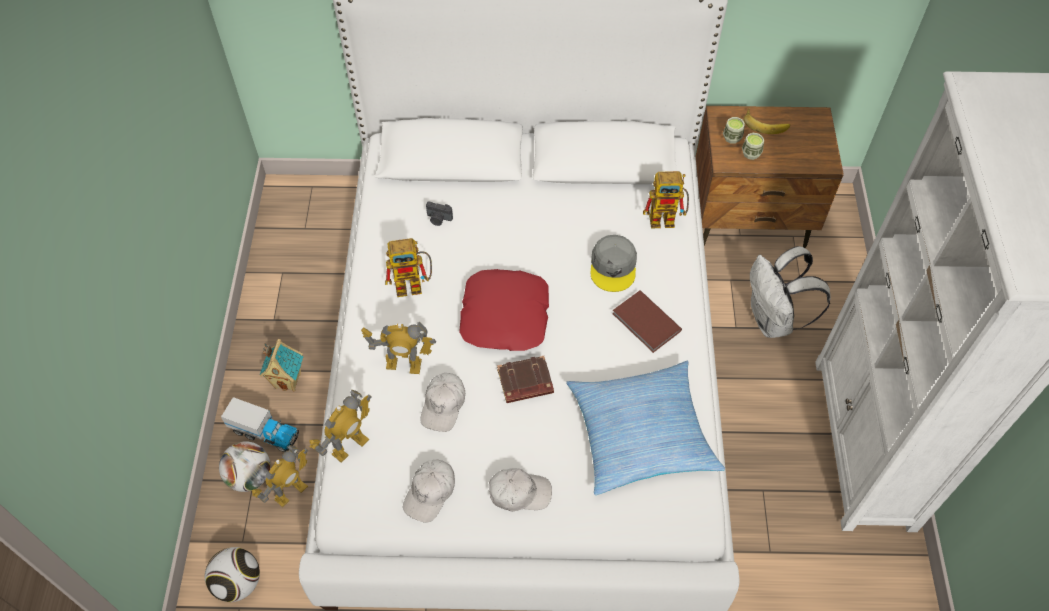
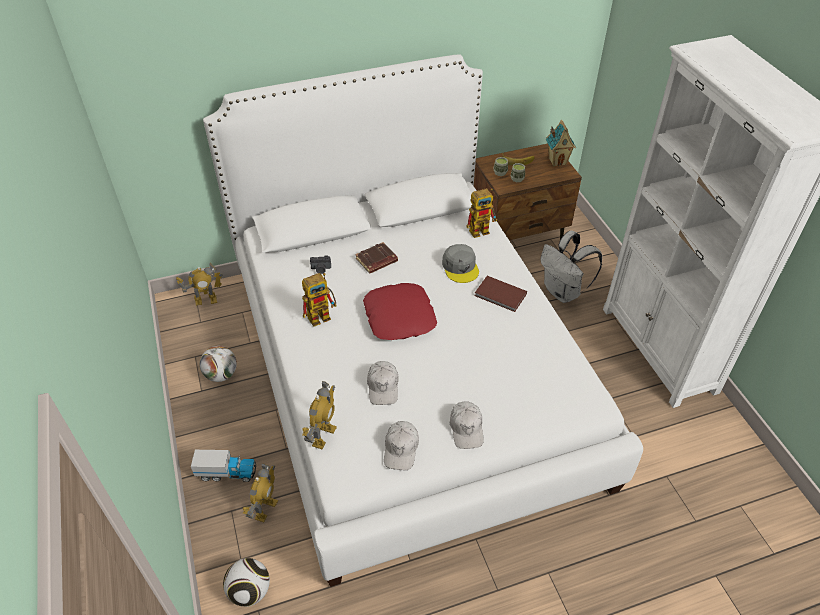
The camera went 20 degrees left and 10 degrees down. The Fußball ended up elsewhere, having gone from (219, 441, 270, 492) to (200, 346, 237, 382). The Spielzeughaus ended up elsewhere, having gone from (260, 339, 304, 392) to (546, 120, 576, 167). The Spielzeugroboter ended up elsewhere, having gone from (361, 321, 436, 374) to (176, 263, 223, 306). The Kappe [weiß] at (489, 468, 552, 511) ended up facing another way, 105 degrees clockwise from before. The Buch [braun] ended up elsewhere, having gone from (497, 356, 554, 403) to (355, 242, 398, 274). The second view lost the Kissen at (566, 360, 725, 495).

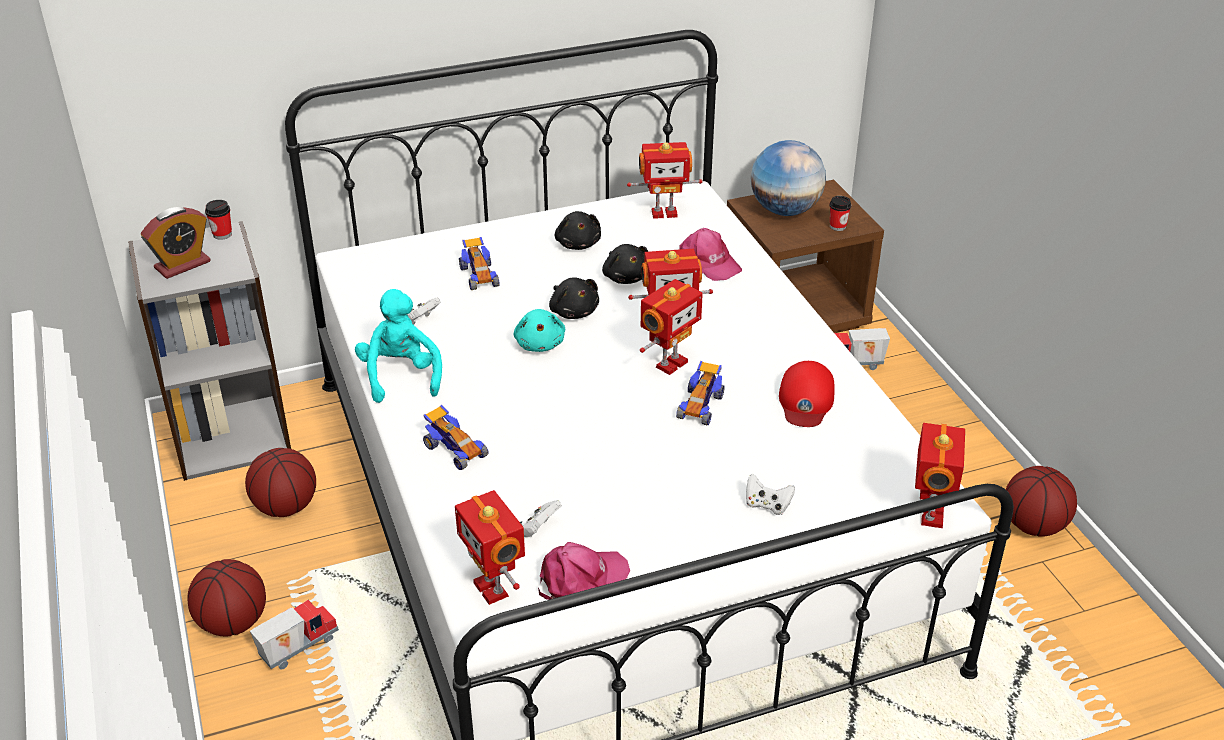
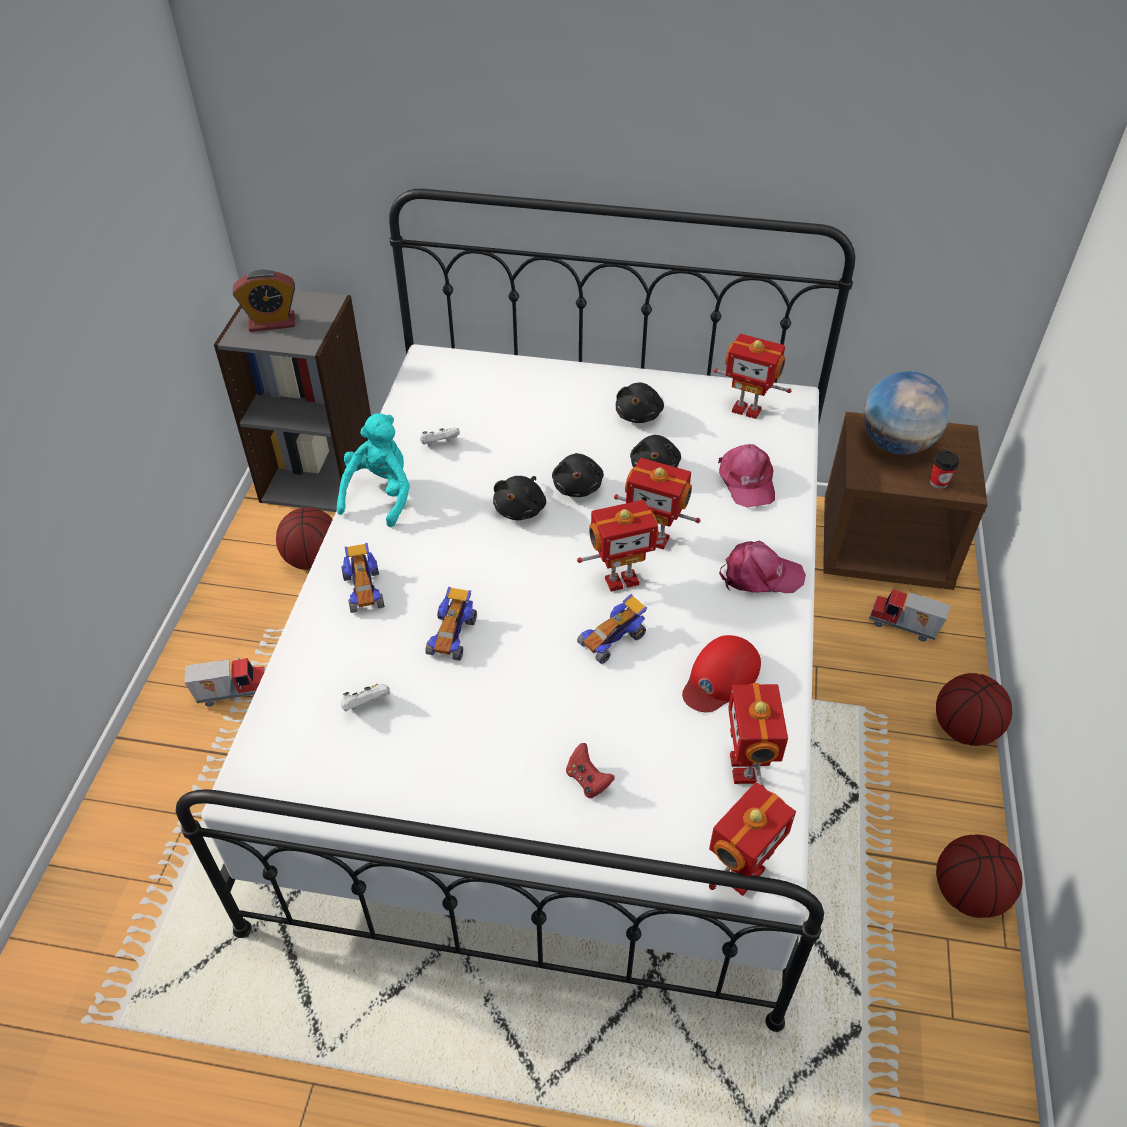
The camera went 30 degrees right and 10 degrees up. The Basketball ended up elsewhere, having gone from (187, 559, 266, 636) to (936, 673, 1012, 746). The second view lost the Tasse at (205, 200, 232, 240). The Spielzeugroboter ended up elsewhere, having gone from (455, 490, 525, 605) to (728, 683, 788, 787). The Spielzeugauto ended up elsewhere, having gone from (459, 237, 500, 290) to (425, 587, 477, 661). What was the Plüschtier [türkis] at (514, 309, 565, 352) turned into the Plüschtier [schwarz] at (493, 476, 546, 520). The Kappe [rosa] ended up elsewhere, having gone from (538, 542, 630, 600) to (719, 541, 806, 593). What was the Gamepad [weiß] at (746, 474, 795, 515) turned into the Gamepad [rot] at (566, 743, 615, 798).

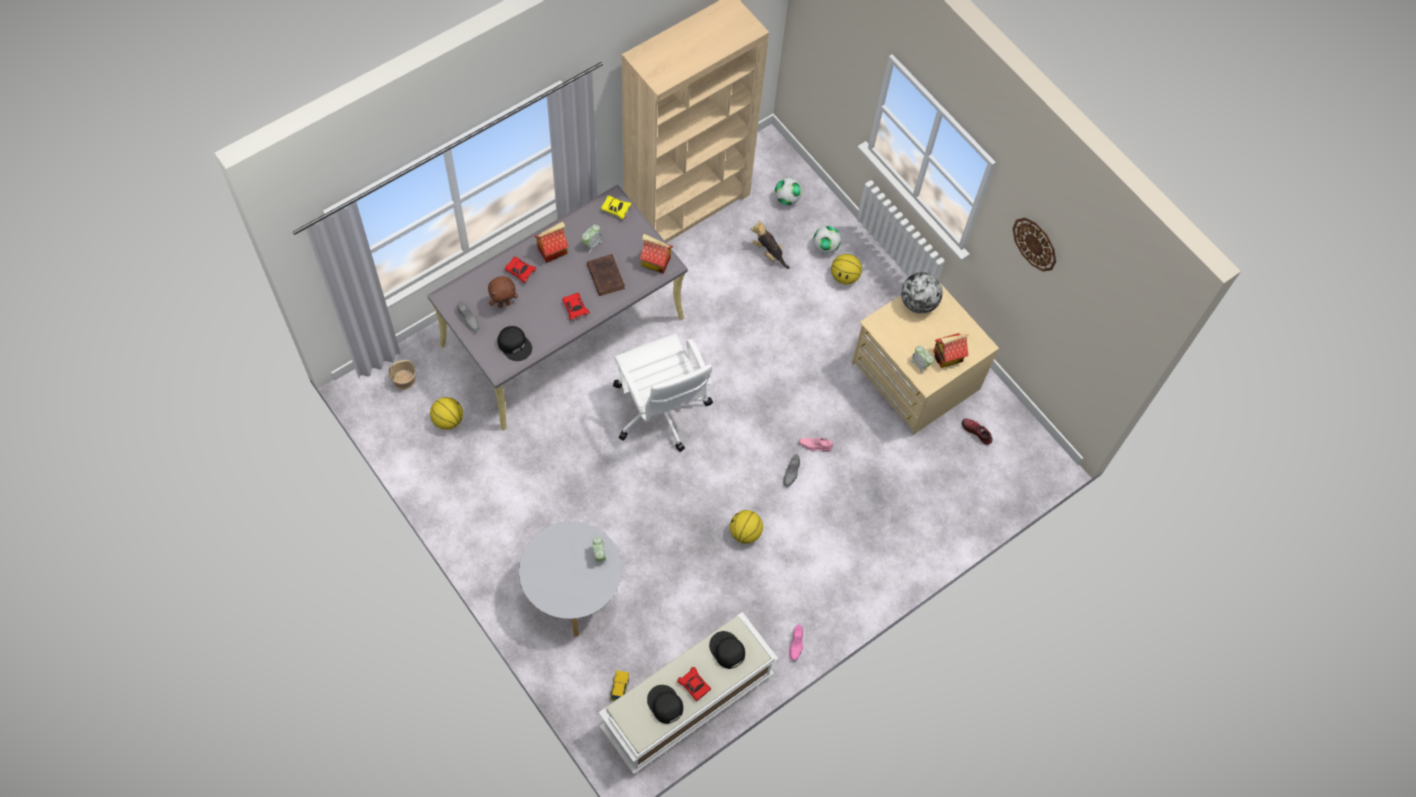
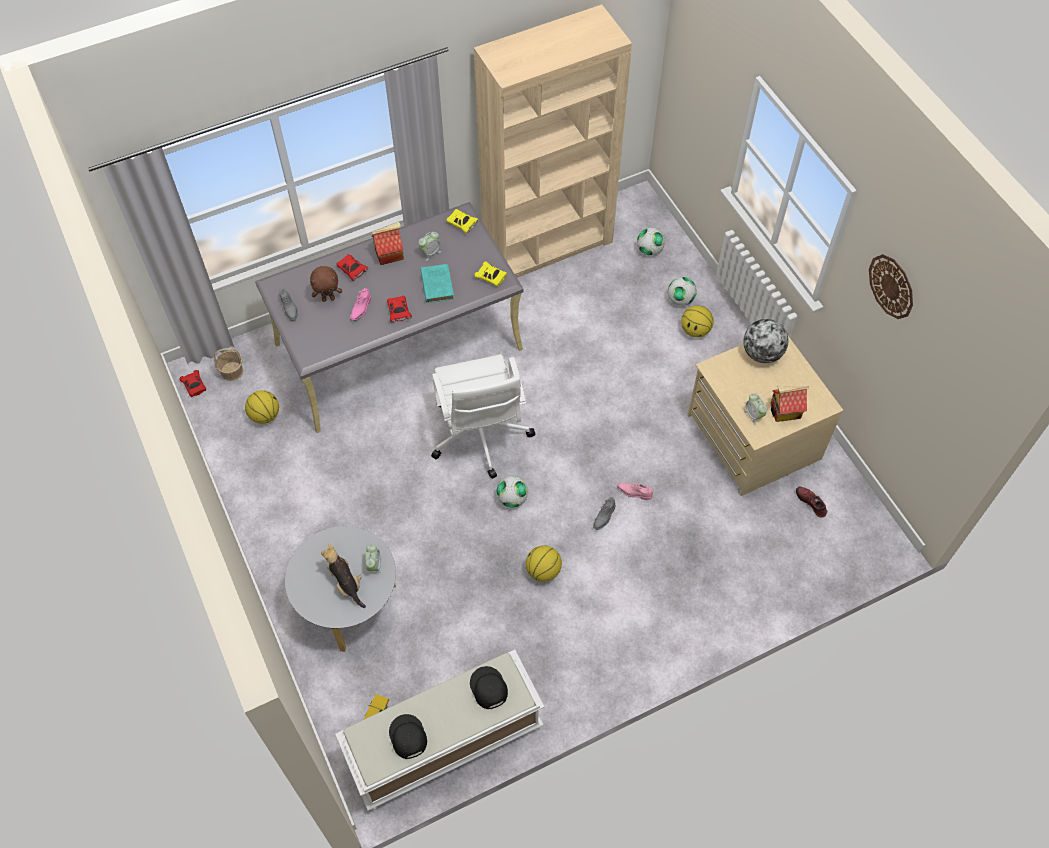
The camera went 15 degrees right and 5 degrees down. The second view lost the Kappe [schwarz] at (497, 326, 532, 361). What was the Buch [braun] at (587, 254, 625, 296) turned into the Buch [türkis] at (420, 264, 454, 303). Where the Spielzeughaus stood at (640, 234, 673, 274), the Spielzeugauto [gelb] came to stand at (474, 261, 507, 287). The Spielzeugauto [rot] ended up elsewhere, having gone from (677, 667, 711, 701) to (180, 370, 206, 397). The Plüschtier ended up elsewhere, having gone from (751, 220, 790, 269) to (321, 544, 366, 608). The Schuh [rosa] ended up elsewhere, having gone from (789, 625, 803, 662) to (350, 288, 371, 321). The second view gained the Fußball at (496, 476, 528, 508).

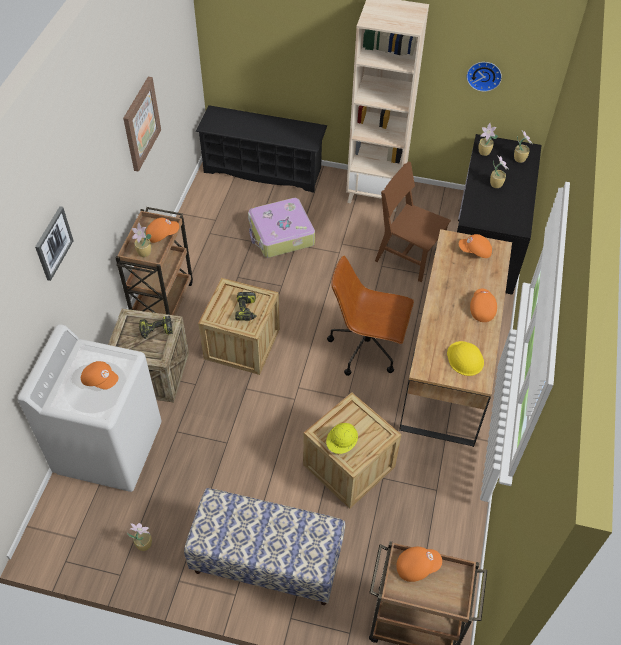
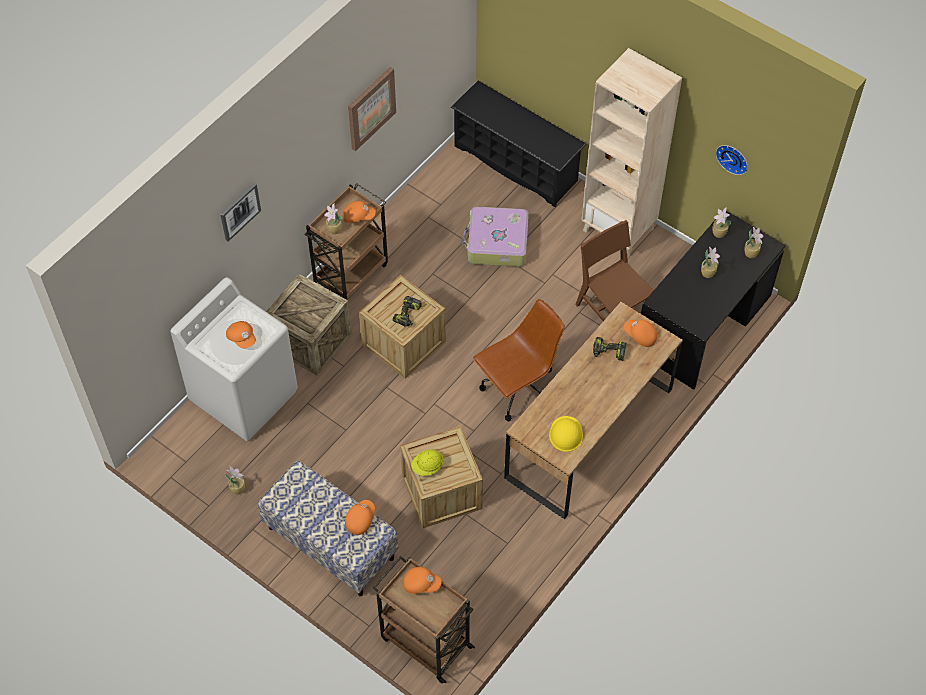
The camera went 25 degrees right and 5 degrees up. The Bohrmaschine ended up elsewhere, having gone from (139, 316, 173, 339) to (593, 337, 626, 361). The Bürostuhl [braun] at (327, 255, 414, 376) ended up facing another way, 105 degrees clockwise from before. The Kappe [orange] ended up elsewhere, having gone from (470, 289, 497, 322) to (345, 500, 375, 535).

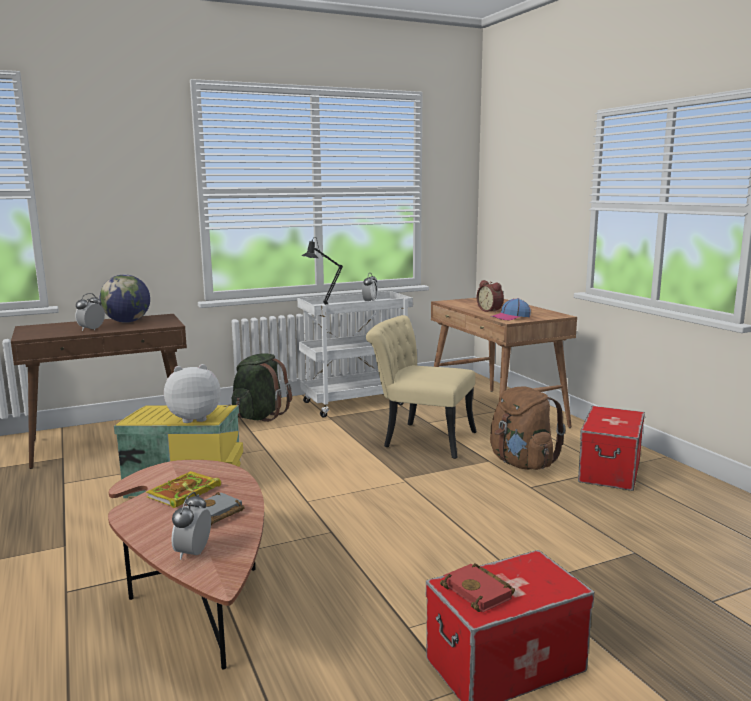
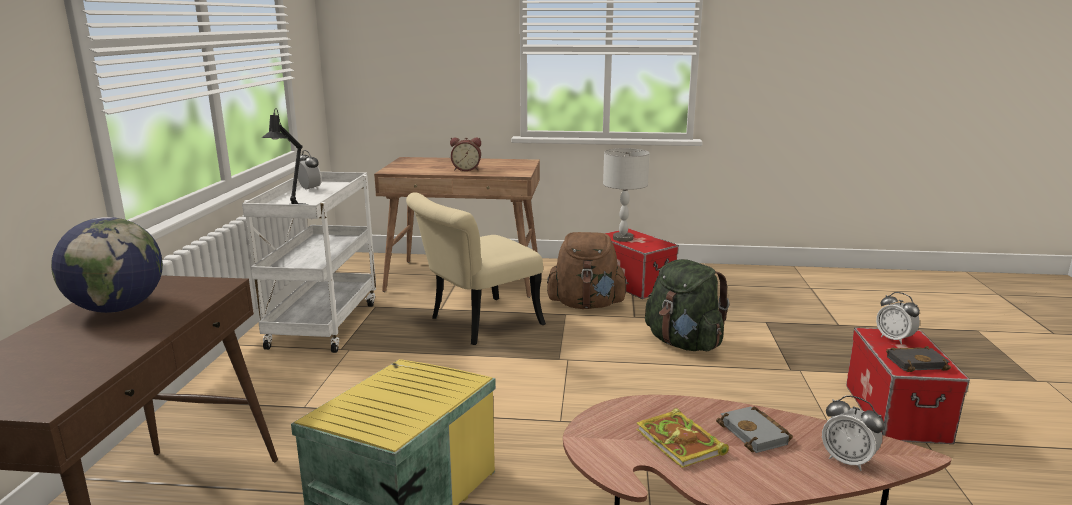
The camera went 60 degrees left and 5 degrees up. The Wecker ended up elsewhere, having gone from (75, 293, 105, 331) to (876, 292, 920, 345). The second view lost the Plüschtier at (164, 364, 221, 423). The Rucksack [grün] ended up elsewhere, having gone from (232, 353, 292, 422) to (645, 259, 730, 351). What was the Buch [rot] at (440, 563, 515, 612) turned into the Buch [schwarz] at (886, 346, 951, 372). The second view lost the Kappe at (491, 298, 531, 321). The second view gained the Tischlampe [grau] at (603, 148, 650, 242).

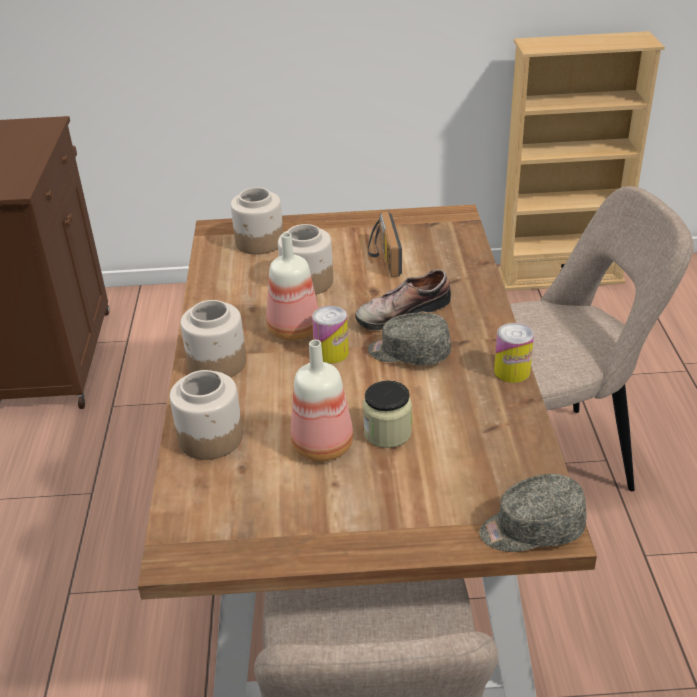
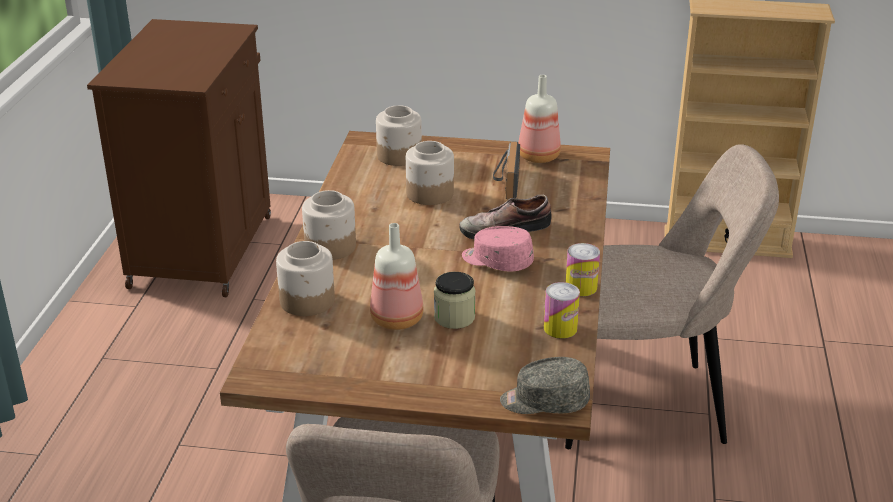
The camera went 10 degrees right and 5 degrees down. The Flasche ended up elsewhere, having gone from (266, 233, 318, 341) to (518, 75, 561, 163). The Dose ended up elsewhere, having gone from (312, 306, 349, 363) to (544, 282, 580, 339). What was the Kappe [grau] at (368, 313, 451, 365) turned into the Kappe [rosa] at (462, 226, 534, 272).

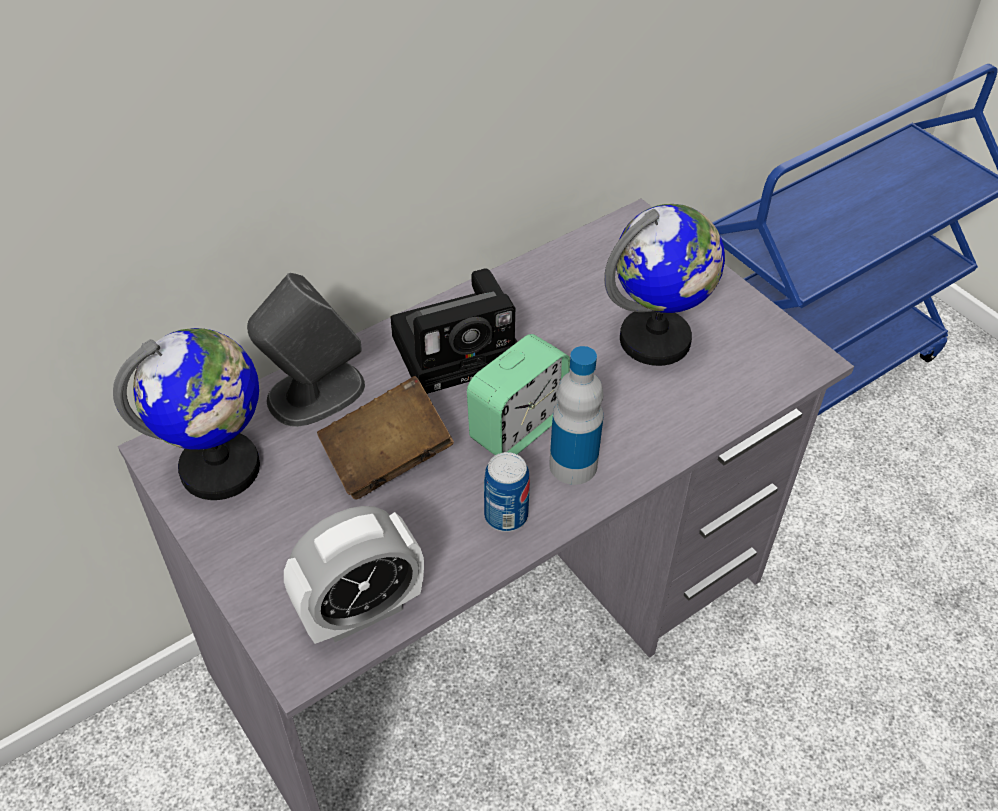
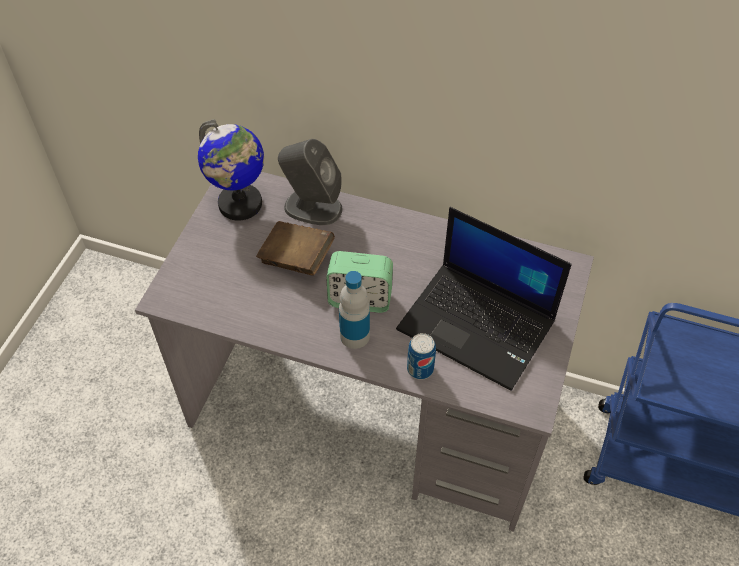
The camera went 55 degrees right and 5 degrees up. The second view lost the Wecker at (284, 506, 424, 644). The second view lost the Kamera at (390, 268, 517, 394). The Dose ended up elsewhere, having gone from (484, 452, 530, 532) to (407, 333, 436, 380). Where the Globus stood at (604, 204, 725, 366), the Laptop came to stand at (396, 207, 572, 391).

